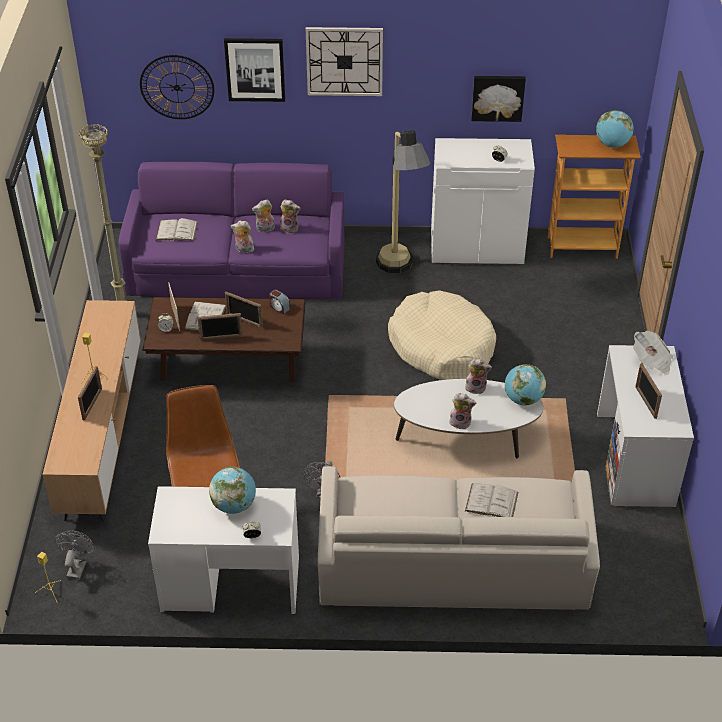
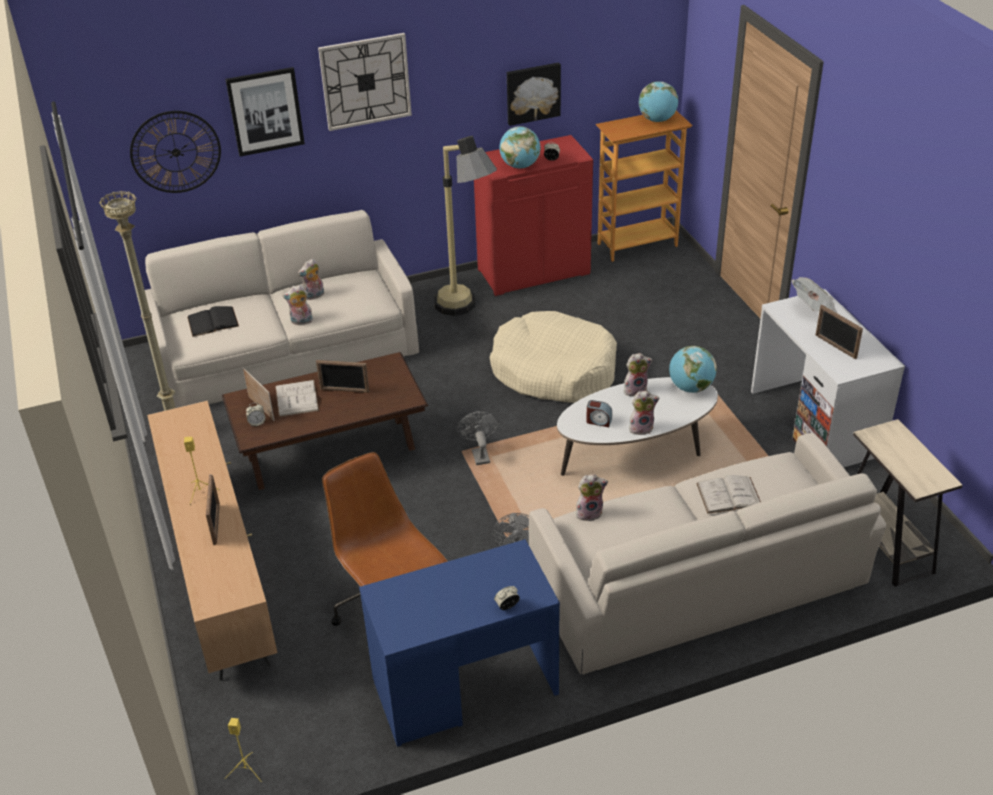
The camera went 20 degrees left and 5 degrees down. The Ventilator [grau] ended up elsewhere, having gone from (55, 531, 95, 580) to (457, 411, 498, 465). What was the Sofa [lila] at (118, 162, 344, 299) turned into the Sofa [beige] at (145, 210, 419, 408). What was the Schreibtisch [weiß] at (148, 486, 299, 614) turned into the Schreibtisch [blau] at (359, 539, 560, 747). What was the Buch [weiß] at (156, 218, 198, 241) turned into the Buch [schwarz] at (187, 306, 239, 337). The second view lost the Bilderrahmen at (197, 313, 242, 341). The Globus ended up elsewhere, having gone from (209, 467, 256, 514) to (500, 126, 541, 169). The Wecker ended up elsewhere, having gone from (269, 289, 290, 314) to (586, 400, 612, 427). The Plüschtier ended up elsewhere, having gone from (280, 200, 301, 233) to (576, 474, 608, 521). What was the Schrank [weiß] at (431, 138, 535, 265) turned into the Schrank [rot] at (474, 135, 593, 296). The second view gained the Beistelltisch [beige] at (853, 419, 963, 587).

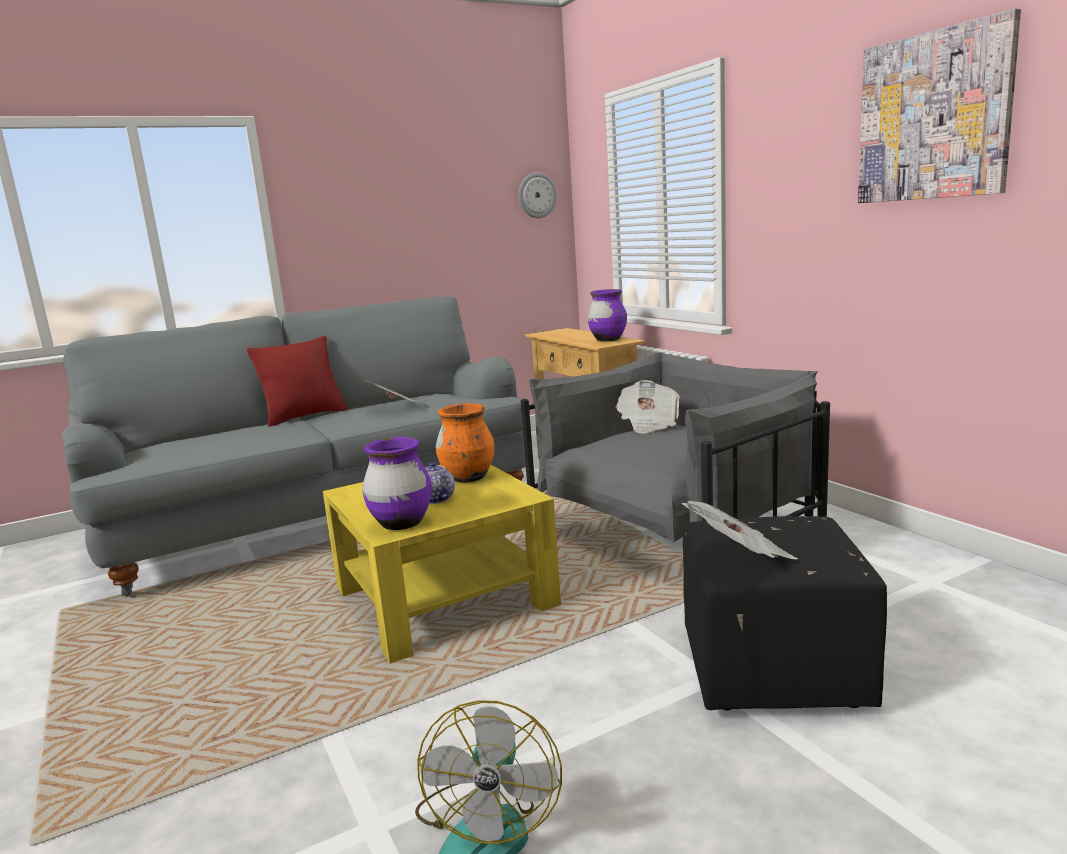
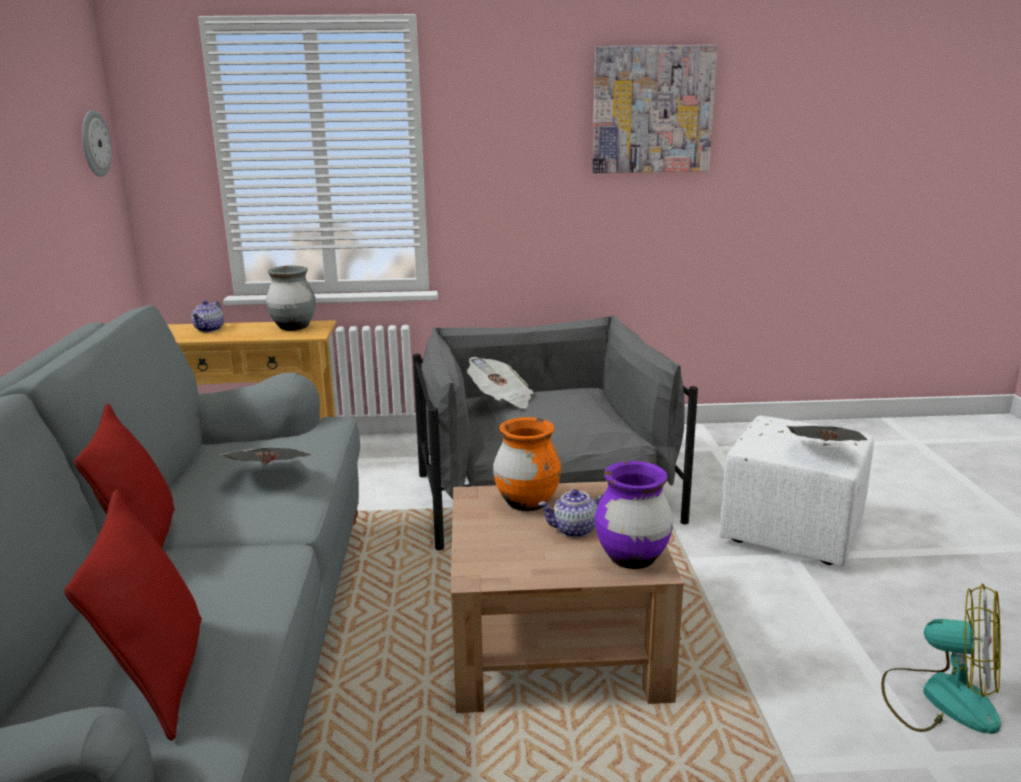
The camera went 65 degrees left and 5 degrees up. What was the Couchtisch [gelb] at (323, 464, 561, 664) turned into the Couchtisch [braun] at (451, 482, 684, 713). What was the Vase [lila] at (587, 289, 627, 342) turned into the Vase [grau] at (266, 266, 316, 331). What was the Polsterhocker [schwarz] at (683, 516, 887, 710) turned into the Polsterhocker [weiß] at (720, 416, 874, 566). The second view gained the Kissen [rot] at (64, 489, 202, 741). The second view gained the Teekanne at (192, 300, 224, 332).

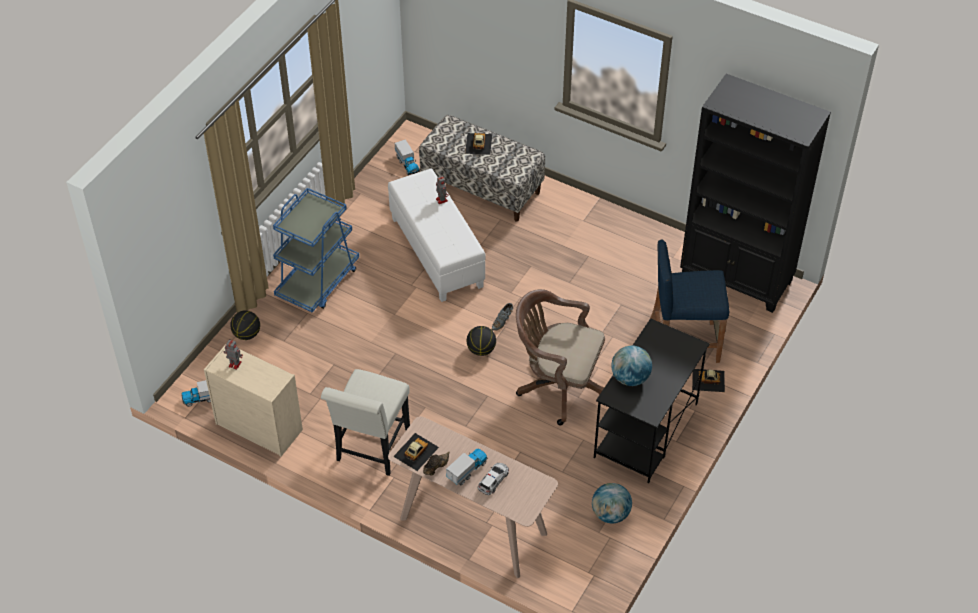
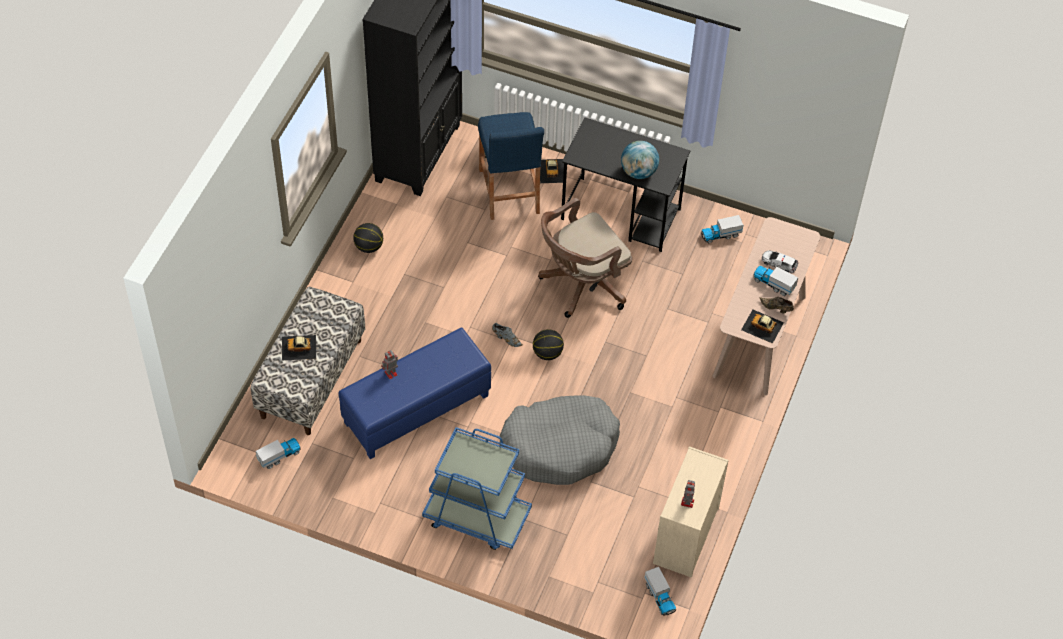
The camera went 100 degrees left and 5 degrees up. The Basketball ended up elsewhere, having gone from (230, 310, 260, 340) to (353, 223, 383, 253). The second view lost the Stuhl [weiß] at (321, 369, 410, 476). What was the Polsterhocker [weiß] at (388, 168, 486, 302) turned into the Polsterhocker [blau] at (338, 327, 491, 459). The Bürostuhl [braun] at (516, 289, 605, 426) ended up facing another way, 45 degrees clockwise from before. Where the Globus stood at (592, 483, 632, 523), the Spielzeuglaster came to stand at (701, 215, 743, 243). The second view gained the Hundebett [grau] at (500, 395, 620, 485).

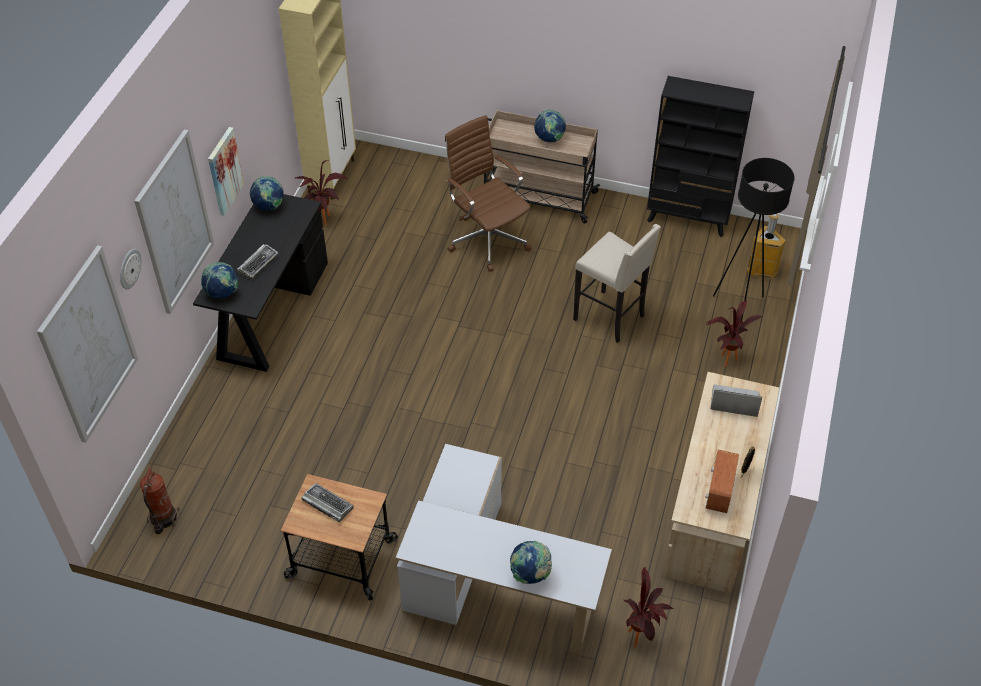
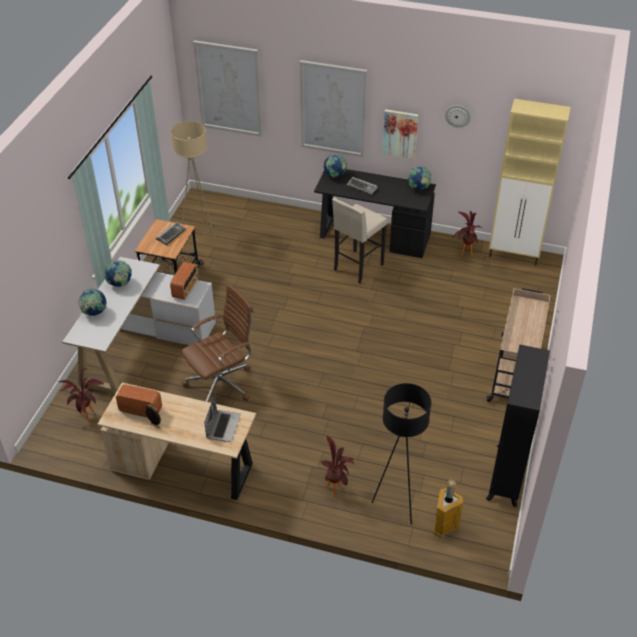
The camera went 90 degrees right and 5 degrees down. The Wanduhr ended up elsewhere, having gone from (120, 249, 142, 289) to (445, 105, 471, 128). The second view lost the Feuerlöscher at (140, 467, 179, 534). The Bürostuhl [braun] ended up elsewhere, having gone from (445, 115, 532, 272) to (181, 284, 253, 402). The Globus ended up elsewhere, having gone from (534, 110, 566, 142) to (104, 260, 132, 287). The Hocker [beige] ended up elsewhere, having gone from (573, 224, 661, 343) to (332, 197, 387, 283). The second view gained the Radio at (170, 262, 198, 300). The second view gained the Stehlampe [beige] at (171, 121, 216, 240).

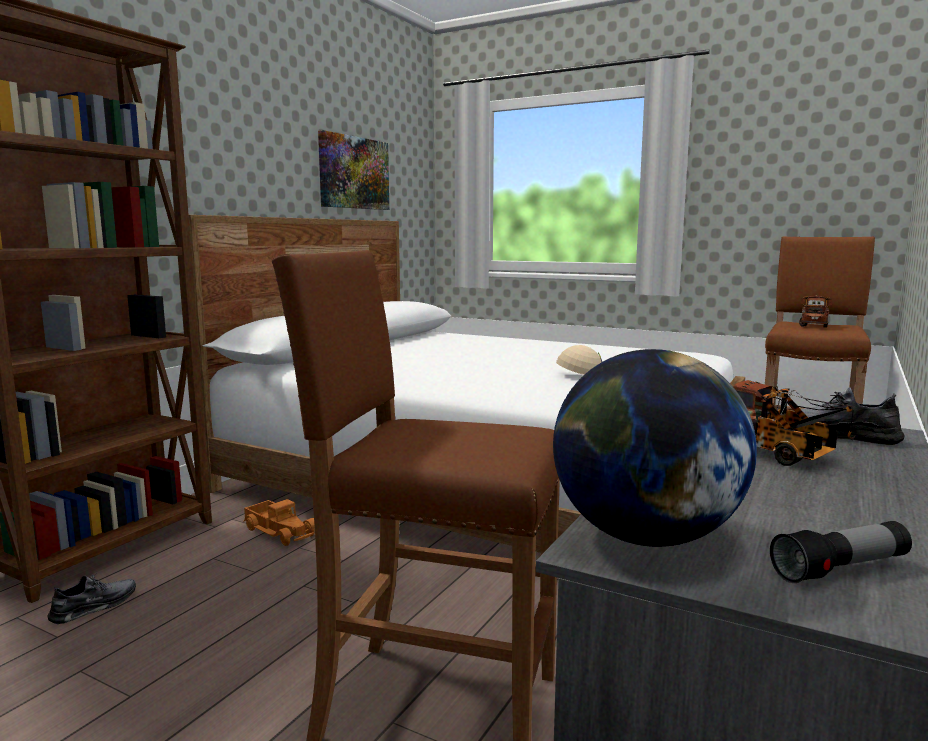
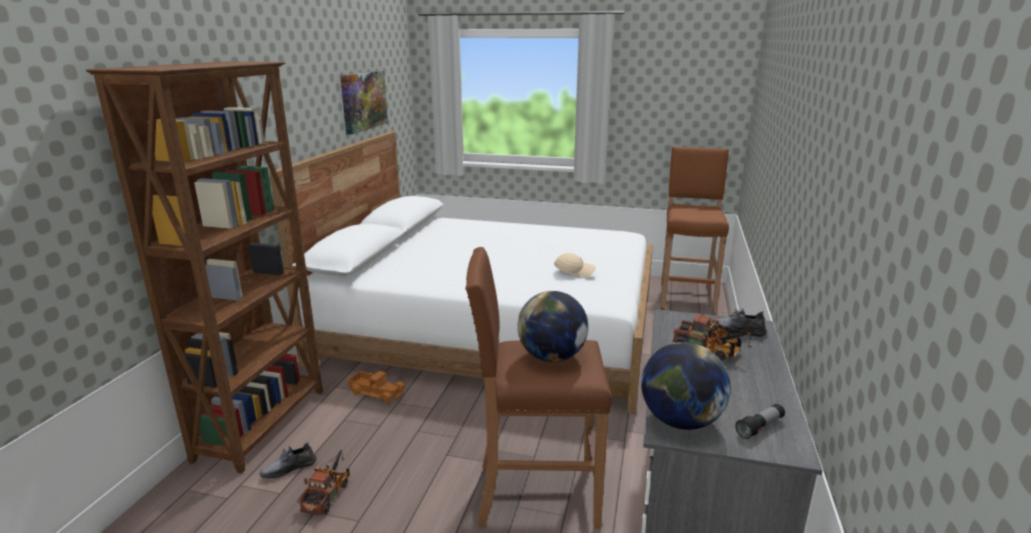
The camera went 15 degrees left and 10 degrees up. The Schuh [grau] at (48, 573, 136, 624) ended up facing another way, 150 degrees counterclockwise from before. The Spielzeuglaster ended up elsewhere, having gone from (799, 295, 832, 328) to (297, 450, 350, 515). The second view gained the Globus at (517, 291, 588, 362).

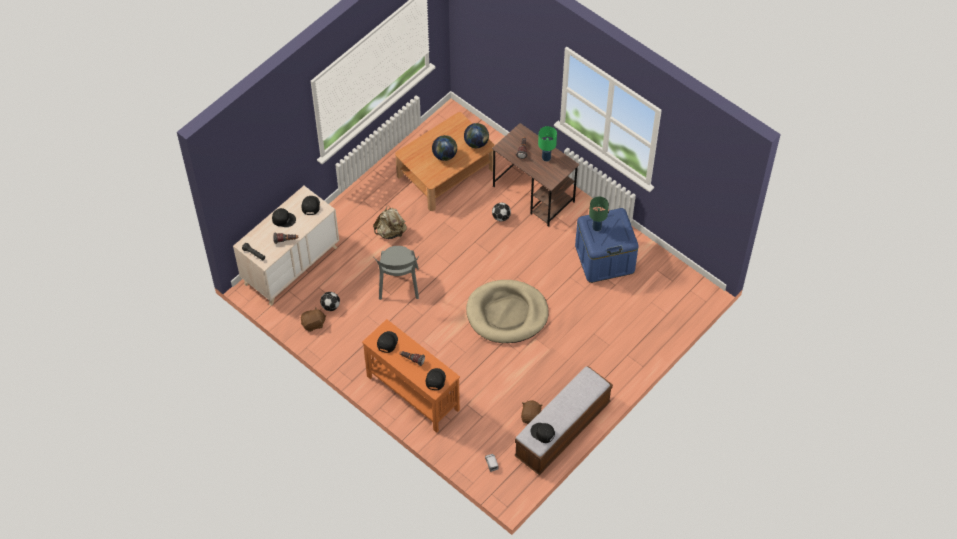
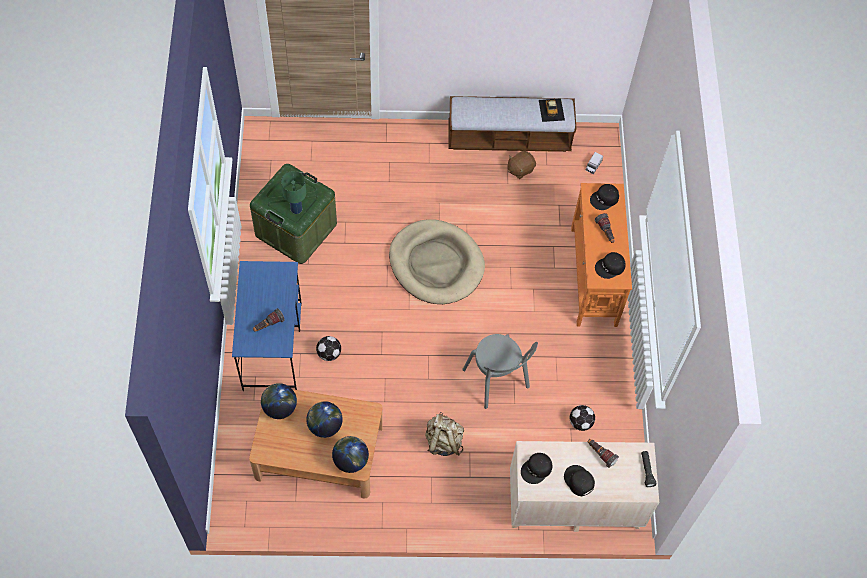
The camera went 135 degrees left and 5 degrees up. The second view lost the Plüschtier [braun] at (301, 308, 326, 332). The Stuhl [grau] at (373, 246, 419, 300) ended up facing another way, 105 degrees clockwise from before. What was the Schreibtisch [braun] at (492, 123, 579, 227) turned into the Schreibtisch [blau] at (232, 261, 302, 391). Where the Kappe [schwarz] stood at (530, 423, 555, 443), the Spielzeugauto came to stand at (539, 98, 565, 122). The second view lost the Tischlampe [grün] at (538, 126, 557, 161). What was the Aufbewahrungsbox [blau] at (575, 208, 639, 283) turned into the Aufbewahrungsbox [grün] at (250, 164, 337, 264). The second view gained the Globus at (332, 436, 369, 473).

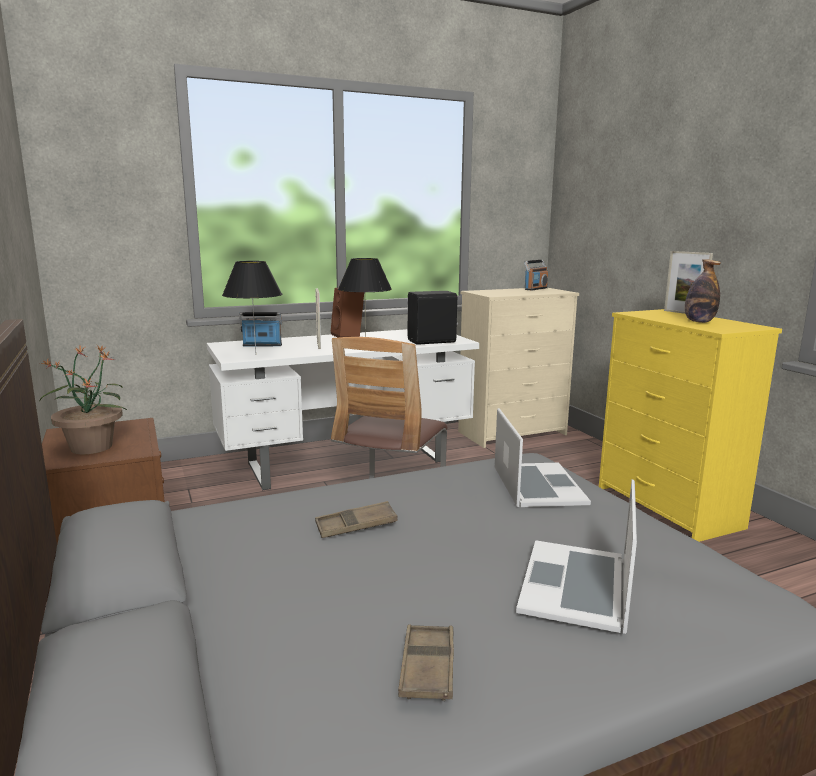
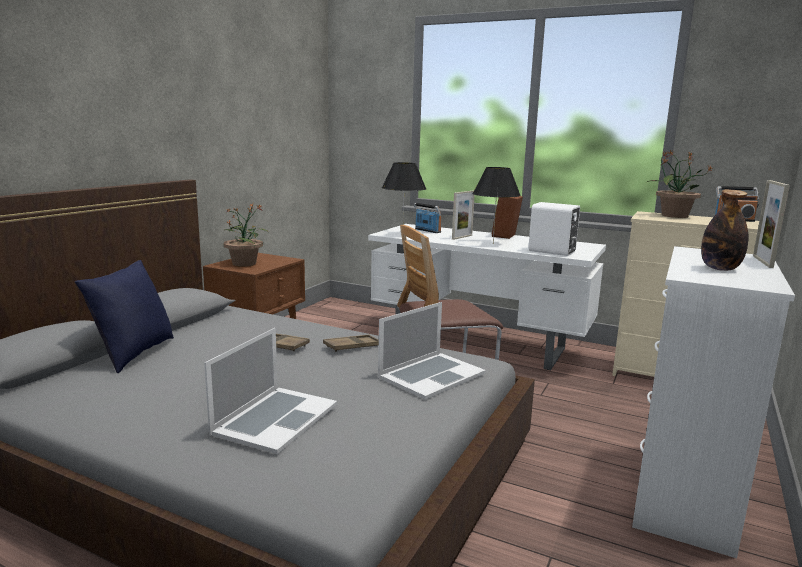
The camera went 50 degrees right and 0 degrees up. The Tablett [braun] ended up elsewhere, having gone from (398, 624, 454, 701) to (323, 335, 379, 352). What was the Lautsprecher [schwarz] at (408, 291, 458, 345) turned into the Lautsprecher [weiß] at (528, 202, 580, 256). The Laptop at (516, 479, 637, 634) ended up facing another way, 135 degrees clockwise from before. What was the Kommode [gelb] at (599, 309, 782, 542) turned into the Kommode [weiß] at (632, 246, 795, 558). The second view gained the Kissen [blau] at (75, 260, 174, 373). The second view gained the Topfpflanze at (647, 150, 713, 218).

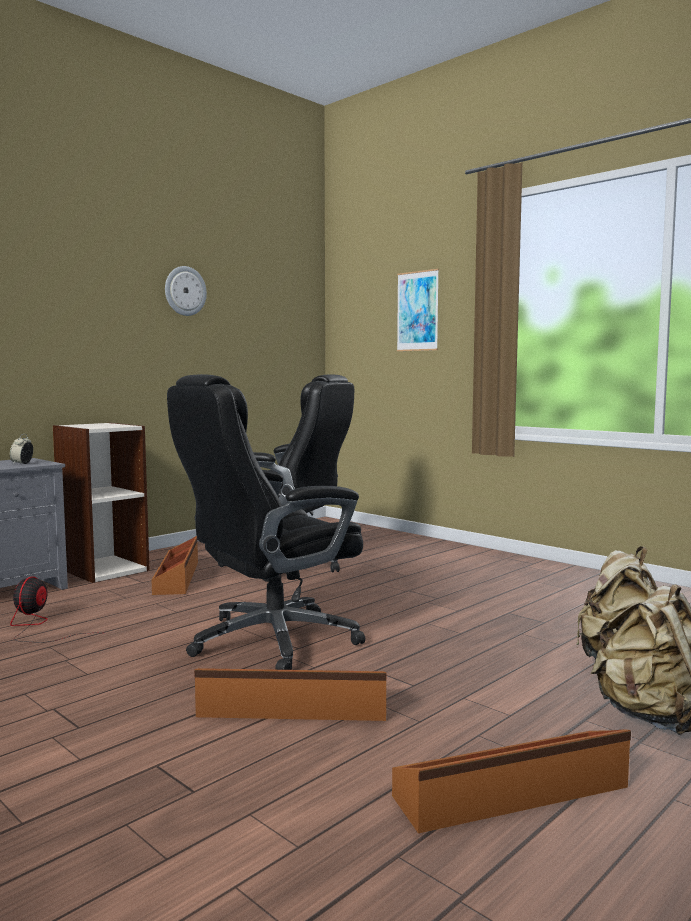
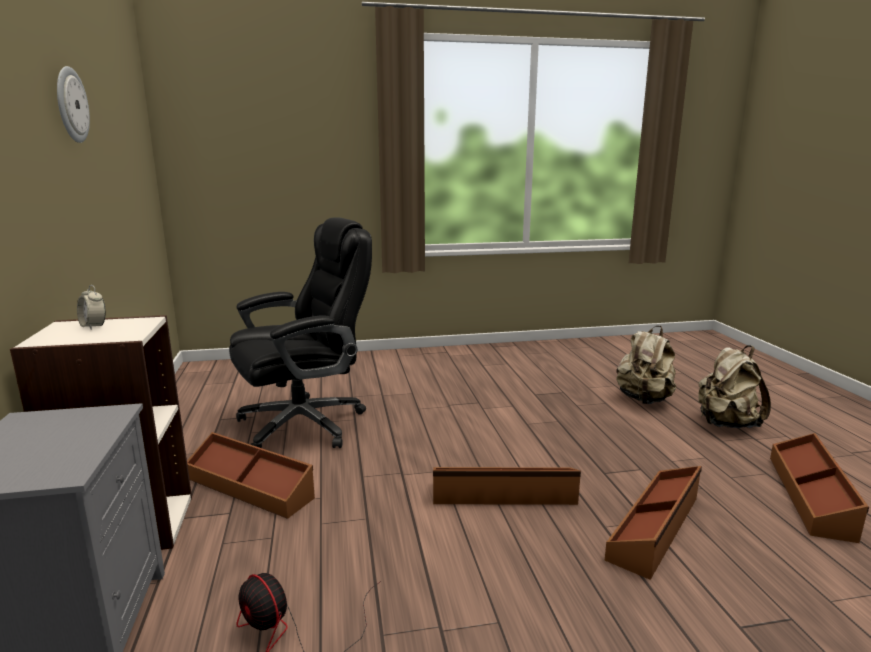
The camera went 55 degrees left and 10 degrees up. The Wecker ended up elsewhere, having gone from (10, 434, 33, 465) to (77, 285, 106, 330). Where the Bürostuhl [schwarz] stood at (167, 374, 366, 670), the Aufbewahrungsbox [braun] came to stand at (433, 467, 581, 505). The second view lost the Bild at (397, 269, 439, 351).

